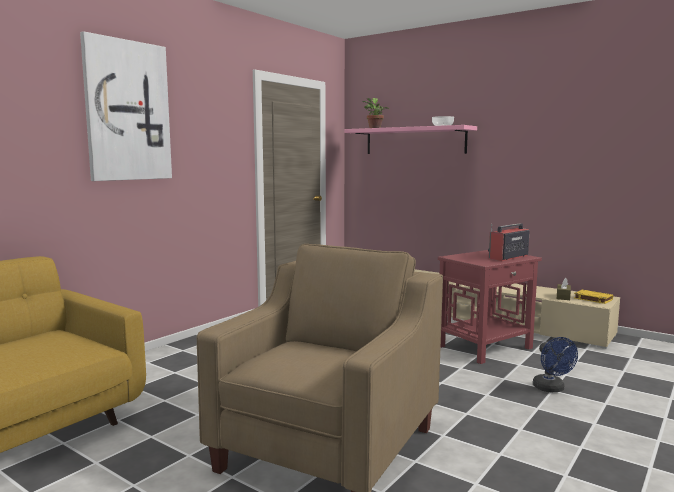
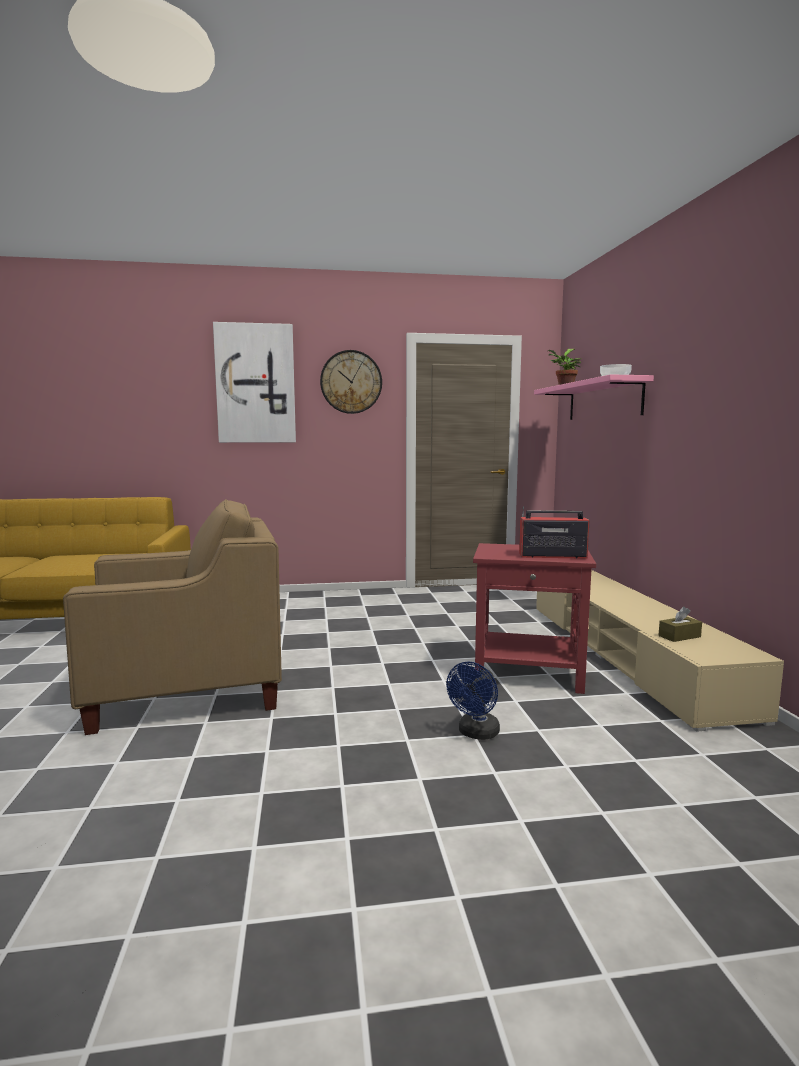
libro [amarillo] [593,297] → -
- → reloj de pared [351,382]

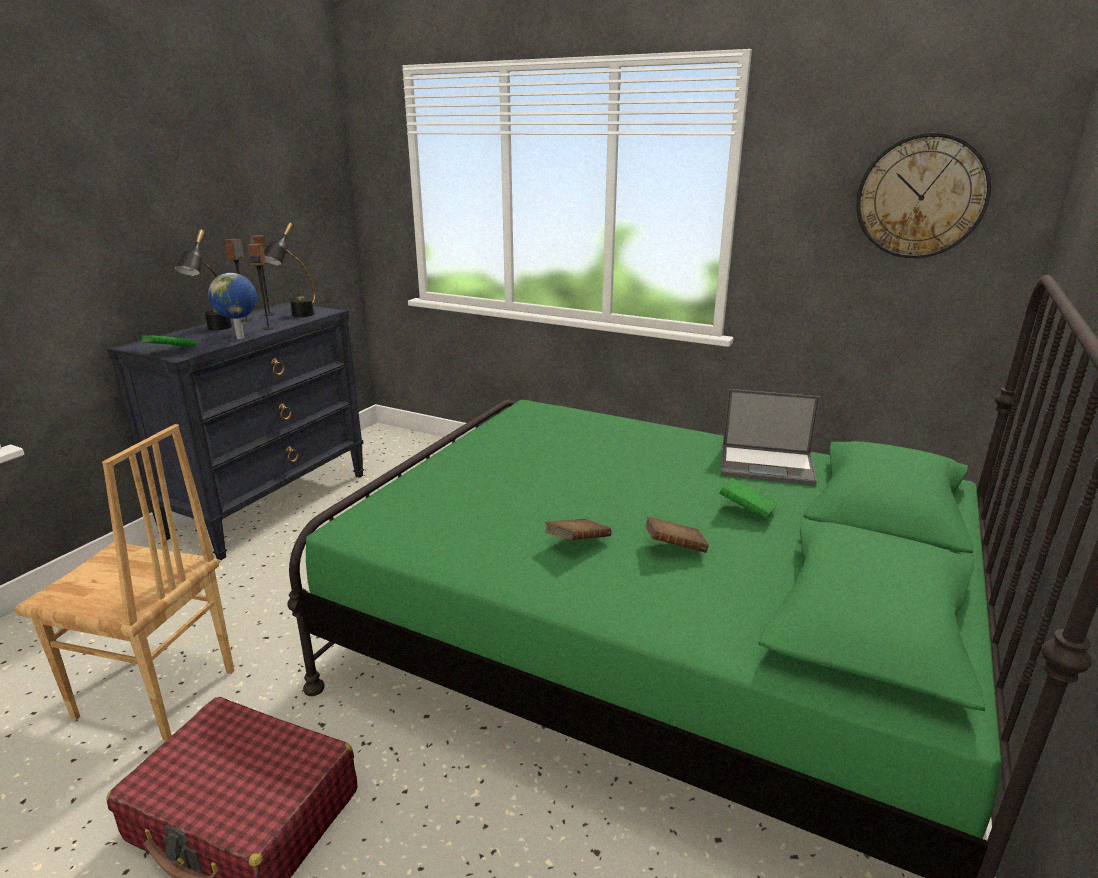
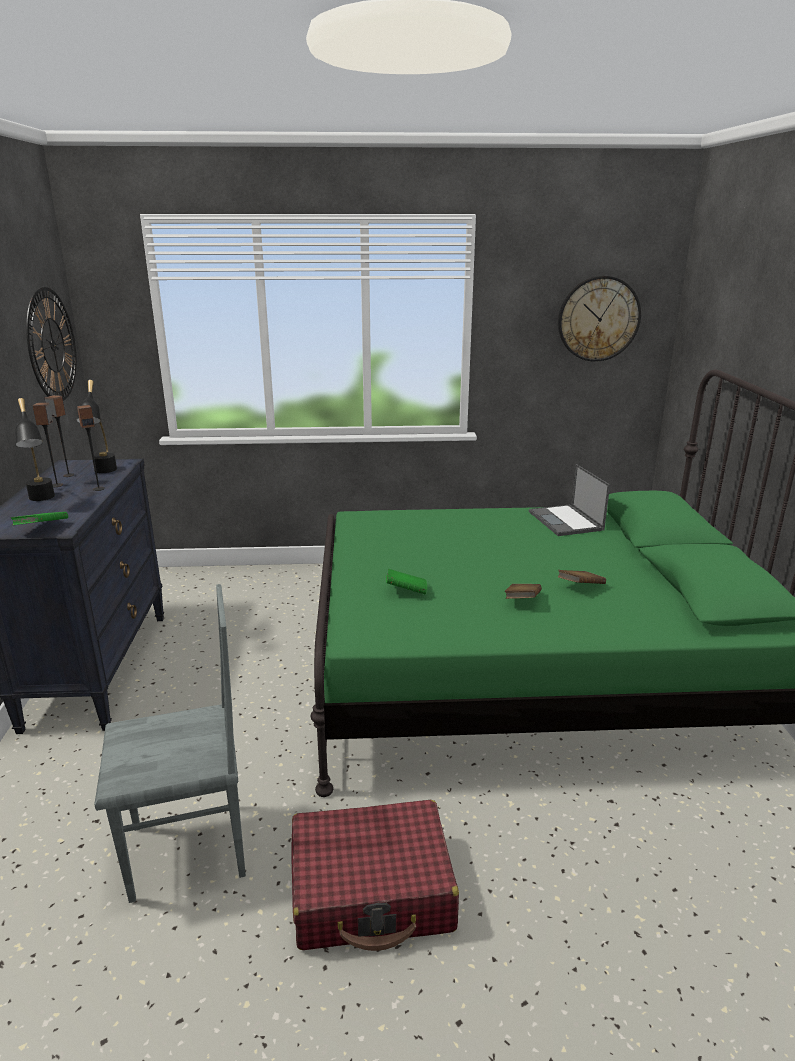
silla [marrón] [124,582] → silla [gris] [170,743]
globo terráqueo [232,306] → -
libro [verde] [748,499] → libro [verde] [406,582], relocated
portátil [770,437] → portátil [569,500], 90 degrees clockwise
- → reloj de pared [51,344]

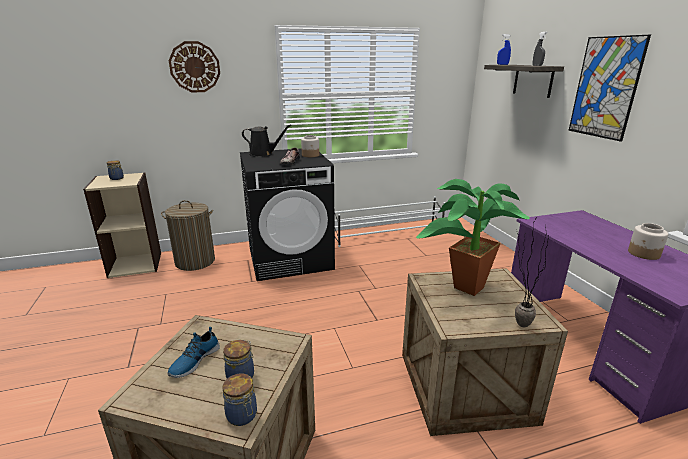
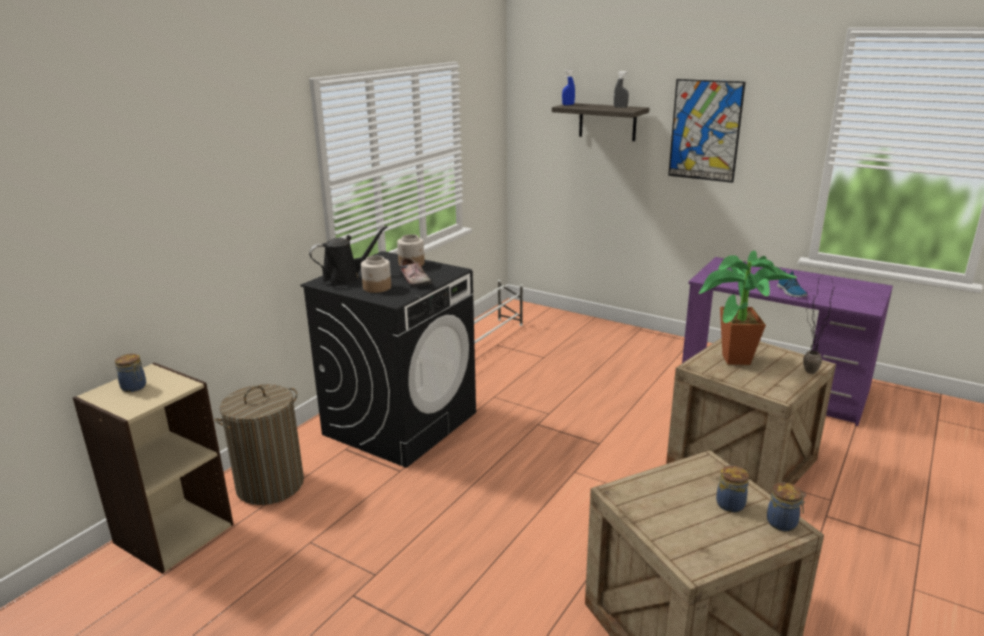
zapato [193,352] → zapato [792,283], relocated
reloj de pared [194,66] → -
tarro [648,241] → tarro [376,274], relocated

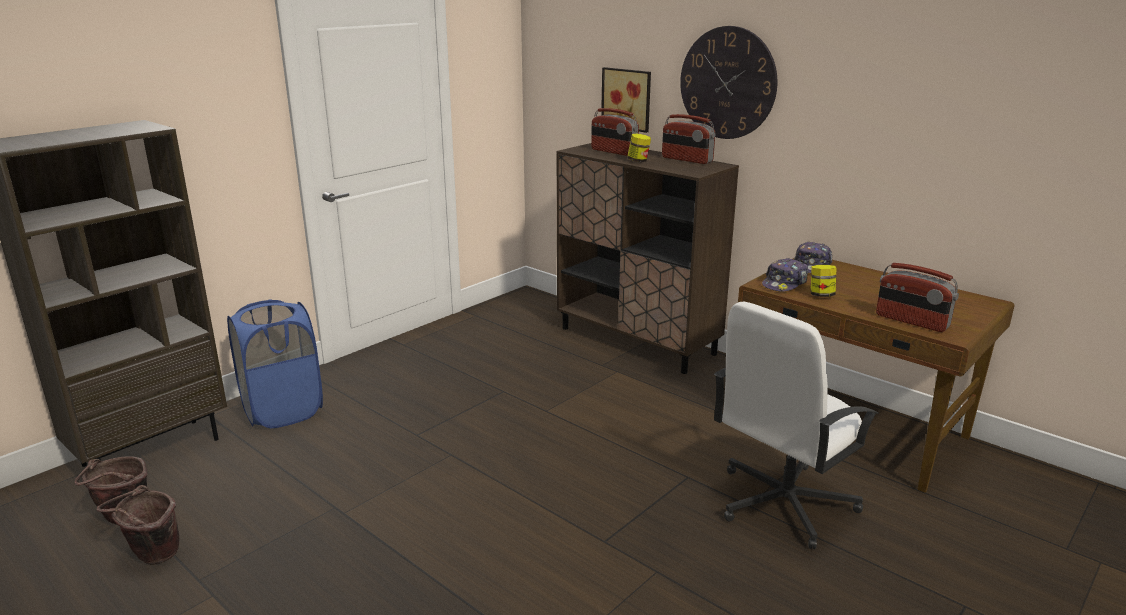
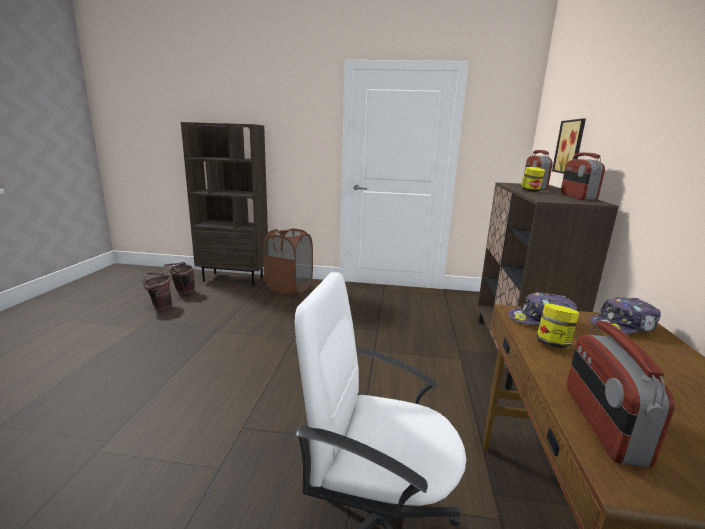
cesto de la ropa [azul] [275,363] → cesto de la ropa [marrón] [288,262]
reloj de pared [728,82] → -

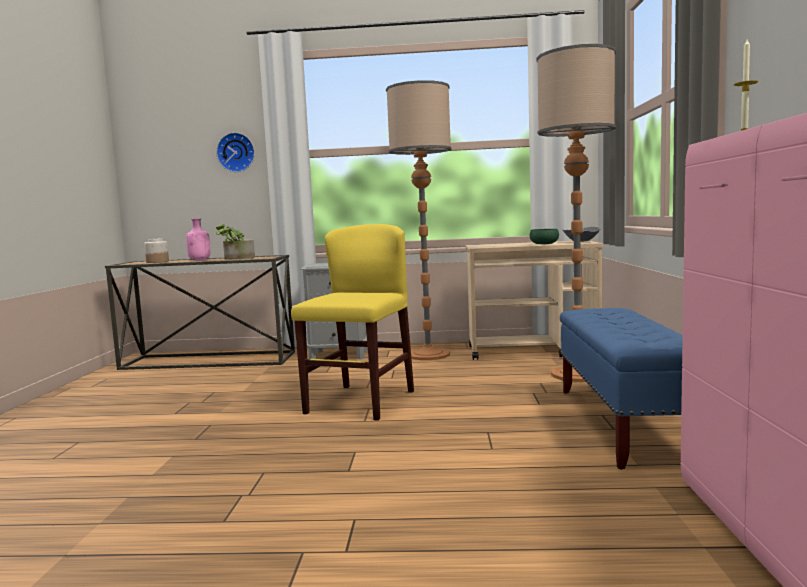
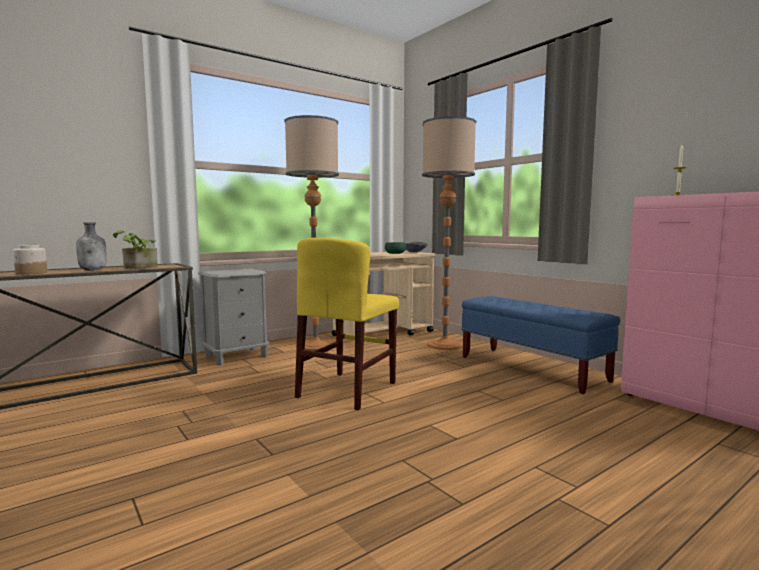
botella [rosa] [198,239] → botella [gris] [91,246]
reloj de pared [235,152] → -
silla [amarillo] [352,322] → silla [amarillo] [347,324], 135 degrees counterclockwise

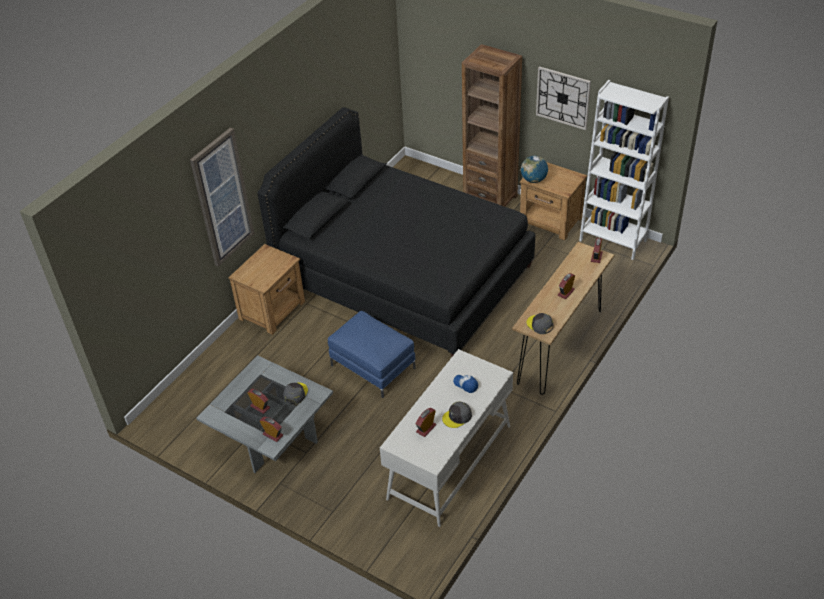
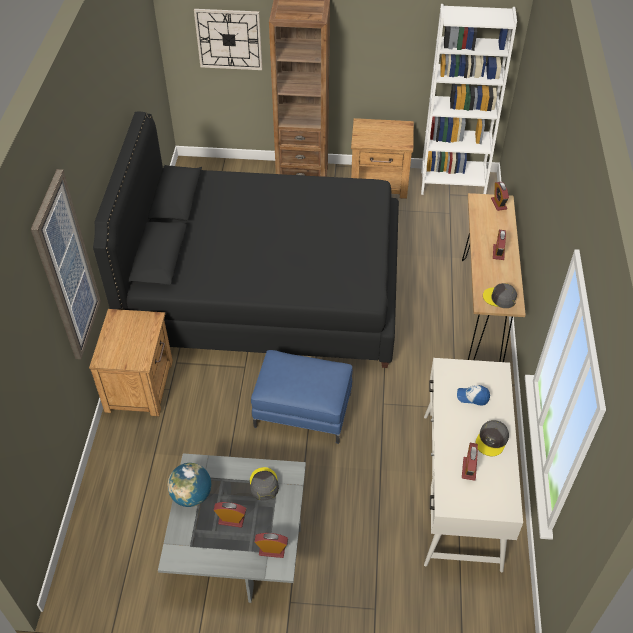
globo terráqueo [534,169] → globo terráqueo [189,485], relocated
reloj de pared [563,98] → reloj de pared [228,39], relocated

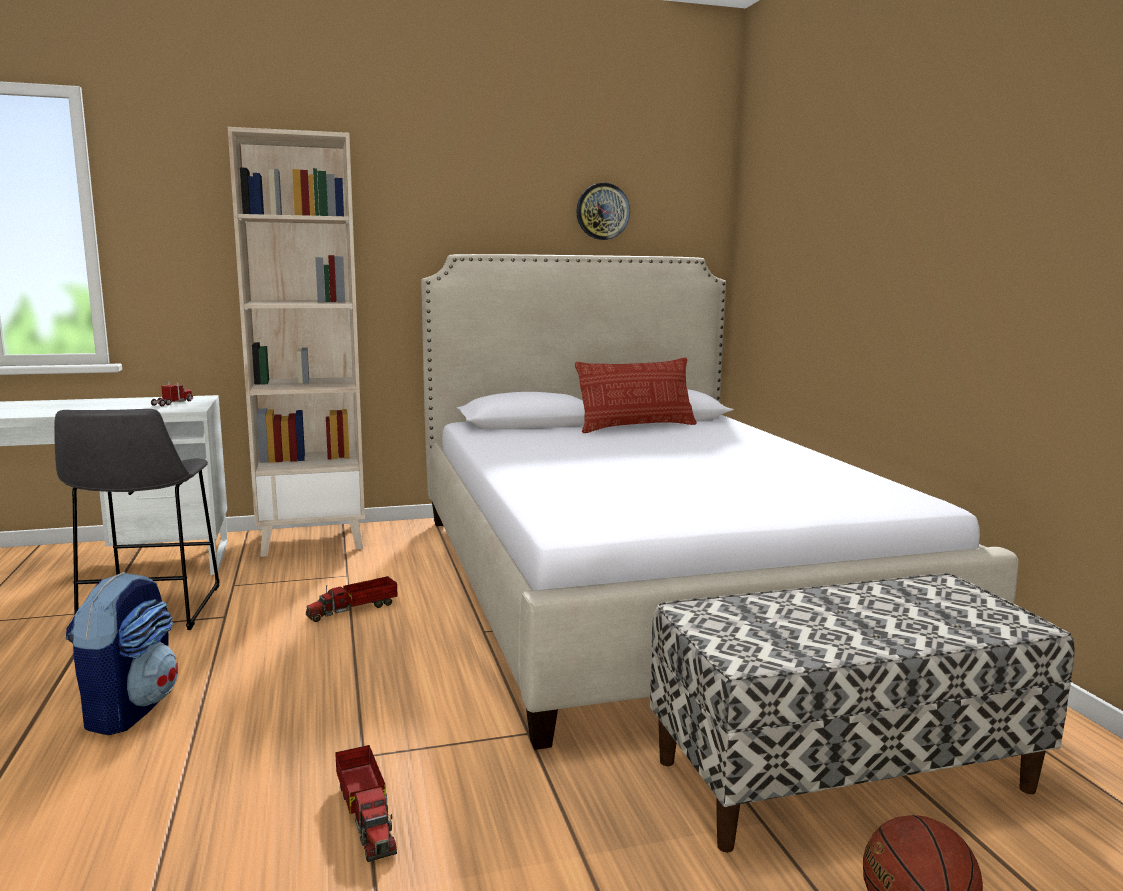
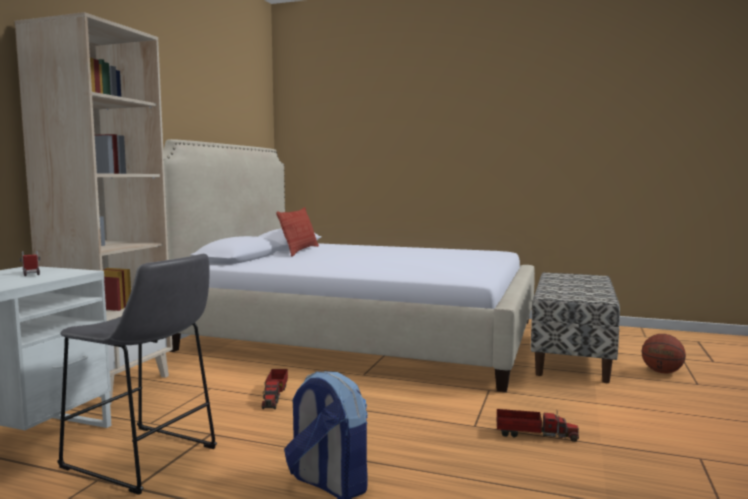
reloj de pared [603,211] → -

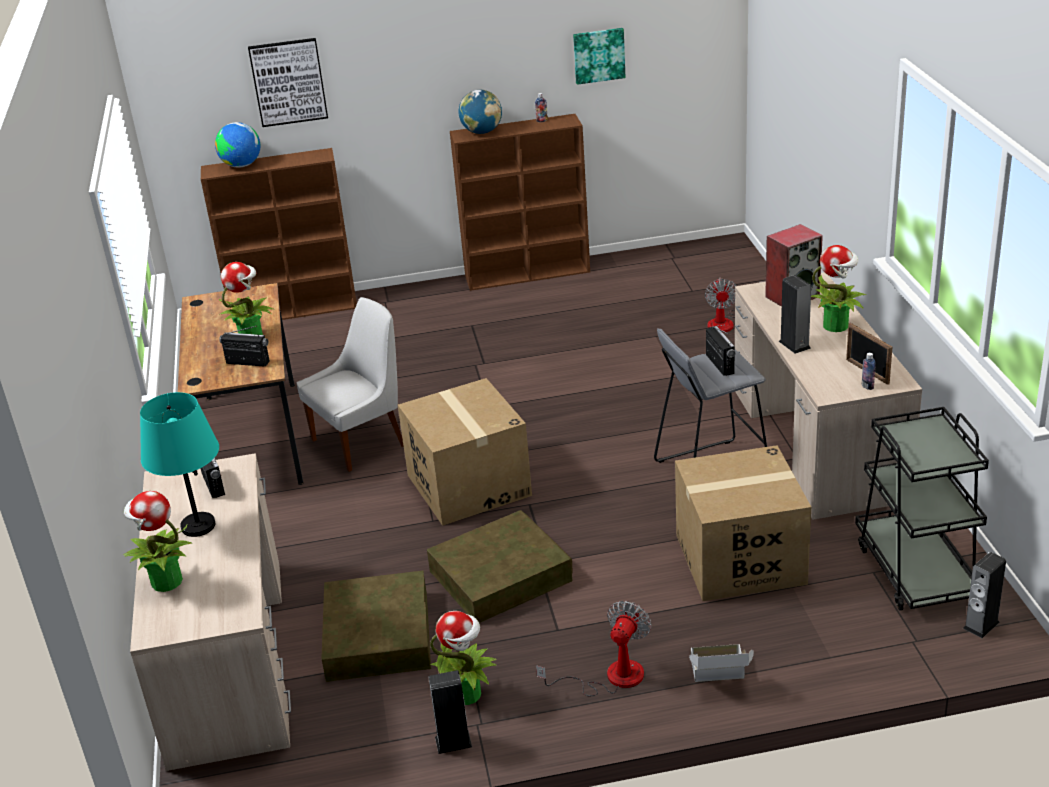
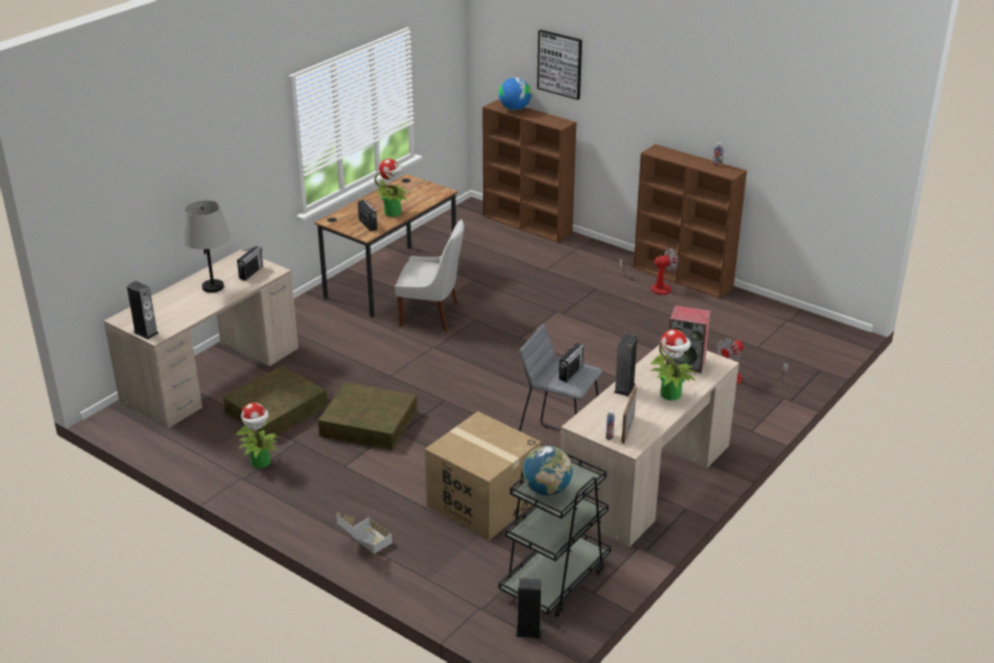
planta en maceta [158,541] → -
lámpara de mesa [turquesa] [179,464] → lámpara de mesa [gris] [206,246]
caja de cartón [465,452] → -
altavoz [450,712] → altavoz [143,310], relocated
globo terráqueo [480,112] → globo terráqueo [548,470], relocated
ventilador [594,648] → ventilador [649,271], relocated
cuadro [599,56] → -

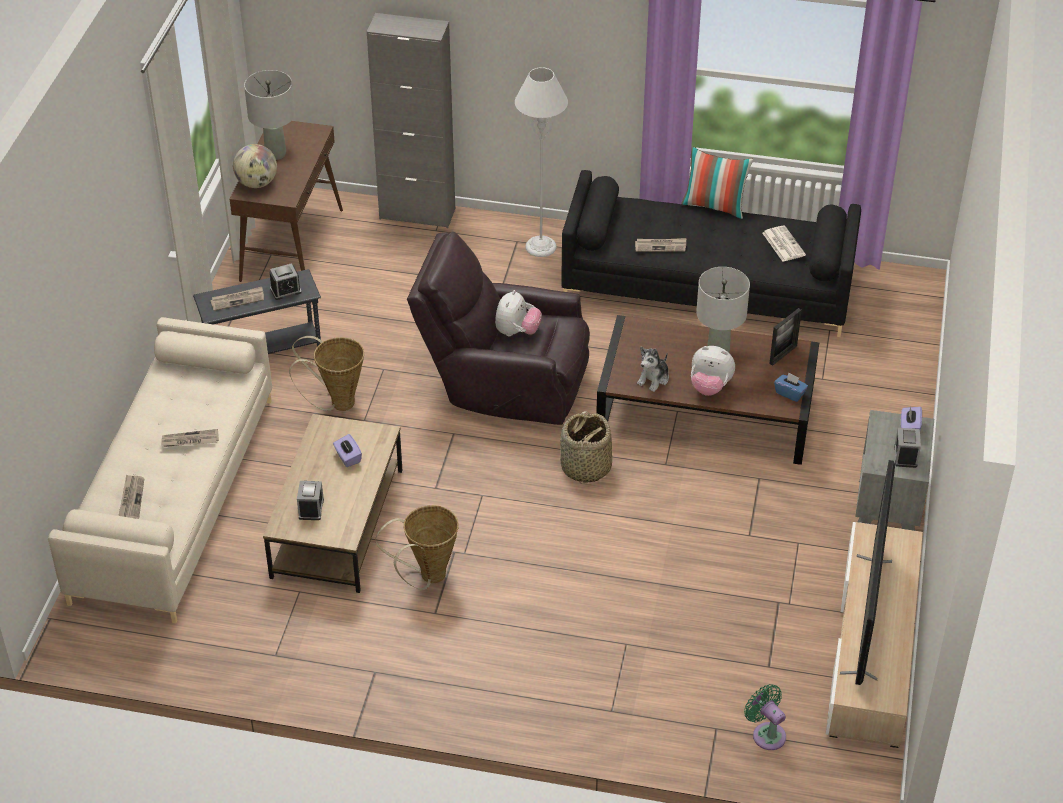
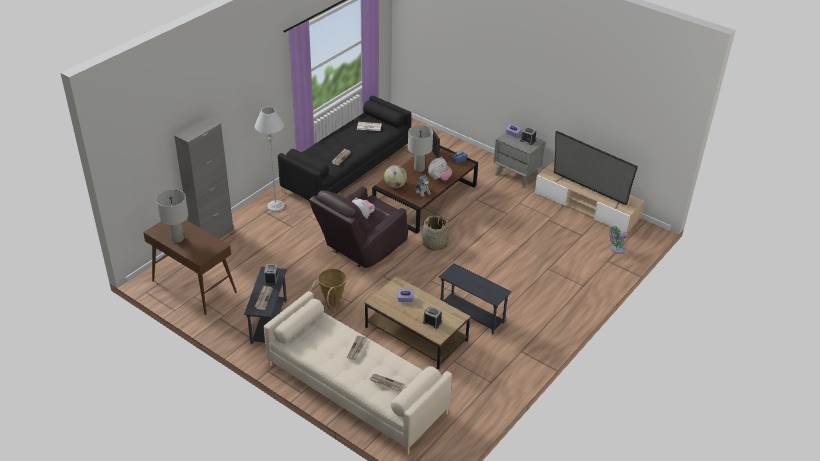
globo terráqueo [255,166] → globo terráqueo [395,176], relocated
cesta [417,547] → mesa auxiliar [gris] [475,298]
cojín [717,182] → -

